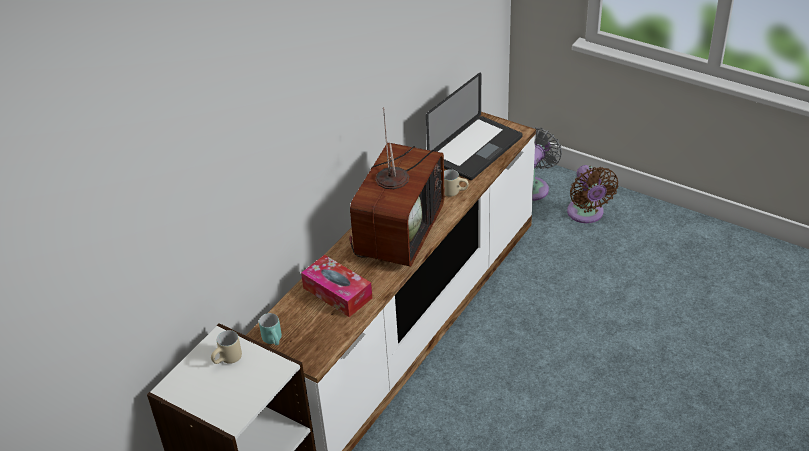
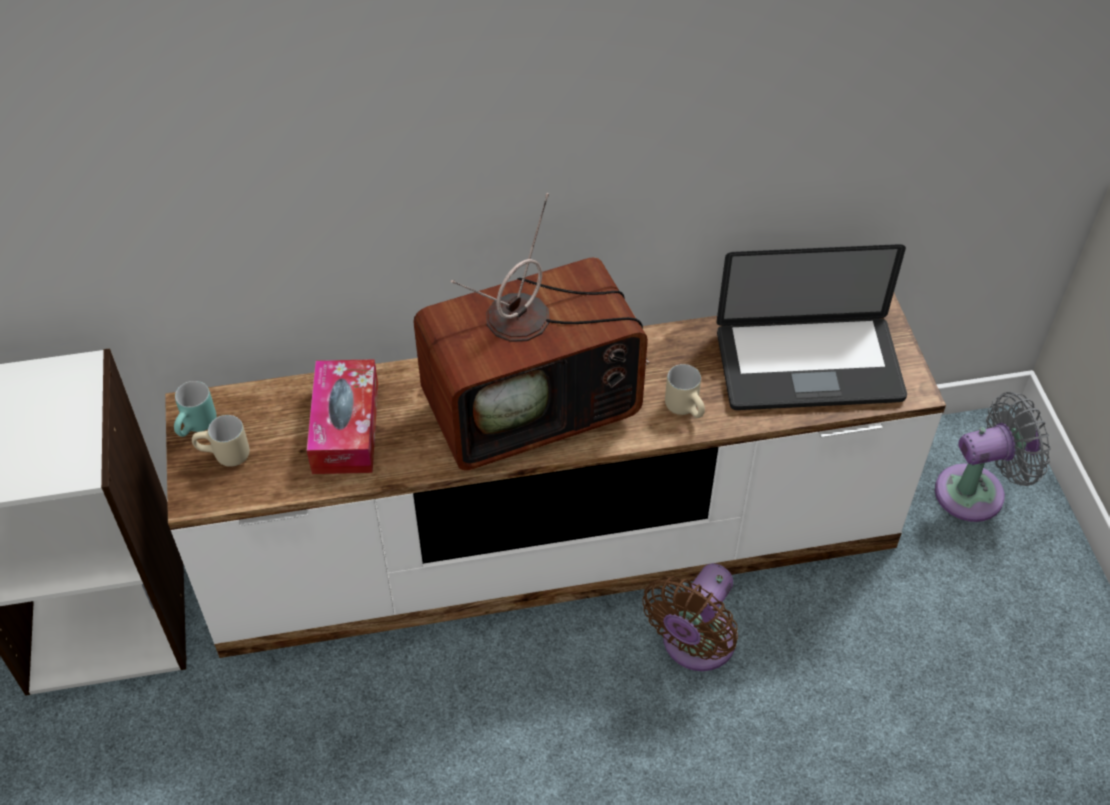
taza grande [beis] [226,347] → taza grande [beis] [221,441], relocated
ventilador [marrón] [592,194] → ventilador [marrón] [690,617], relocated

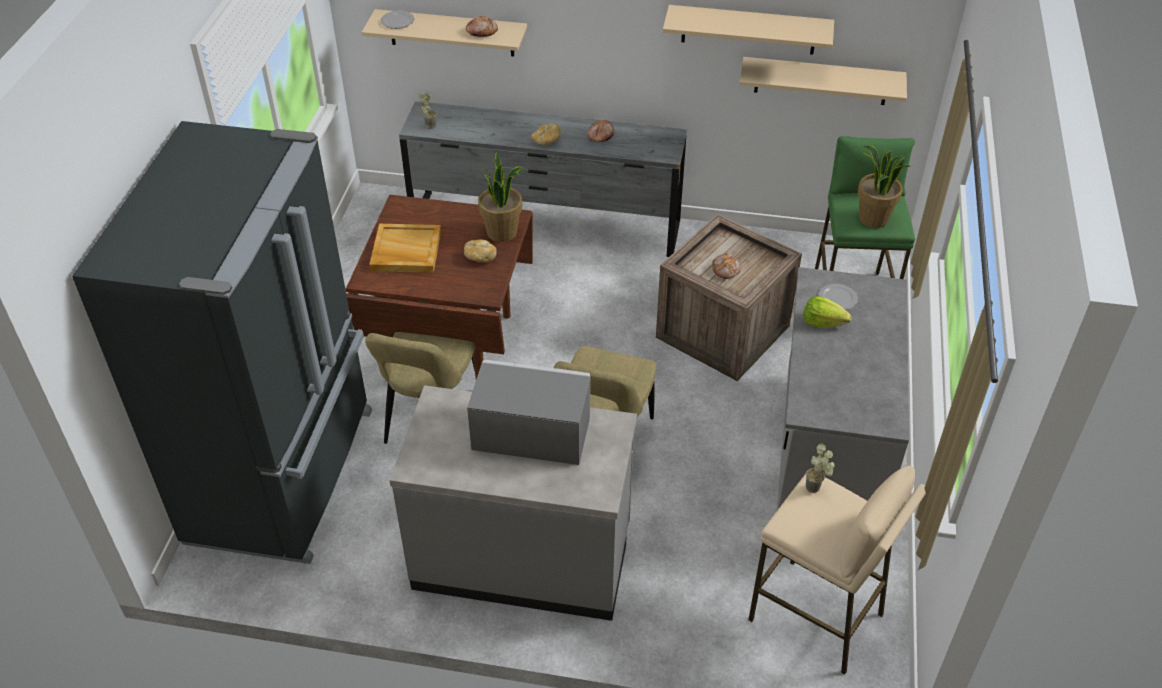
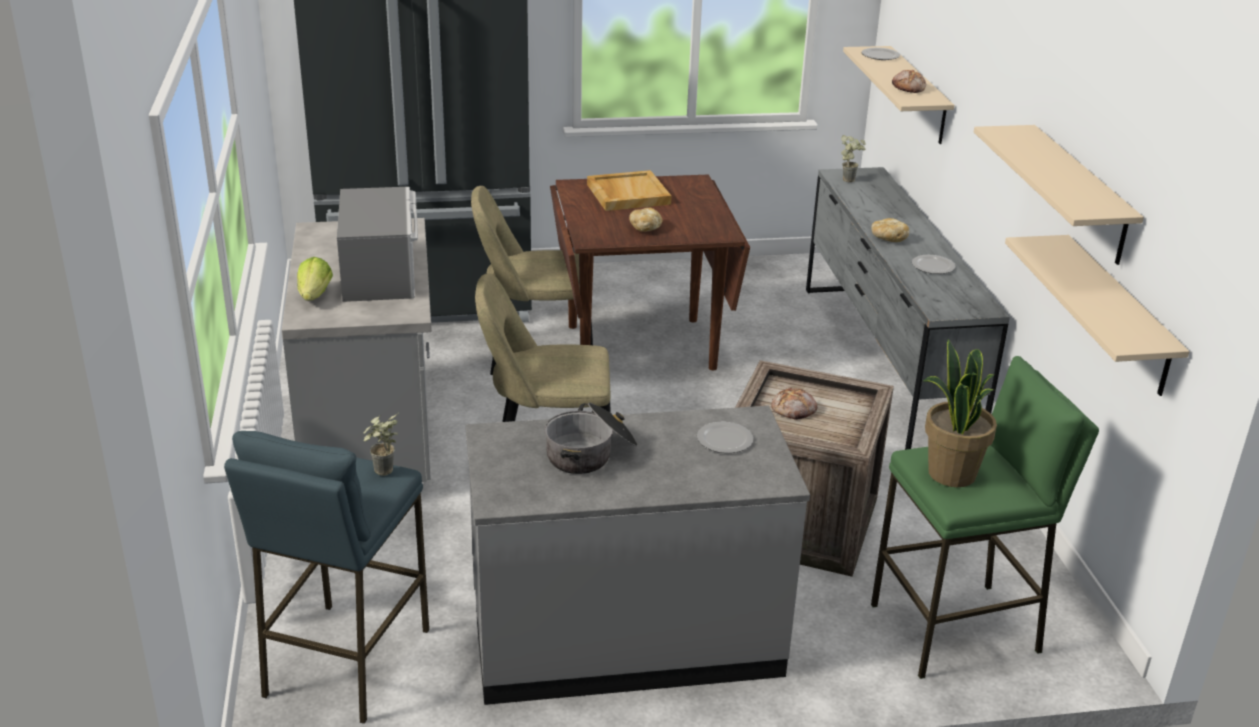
planta en maceta [501,197] → -
pan [601,131] → plato [933,264]
taburete [beis] [837,570] → taburete [azul] [326,577]
lechuga [827,312] → lechuga [315,279], relocated
- → olla [591,438]

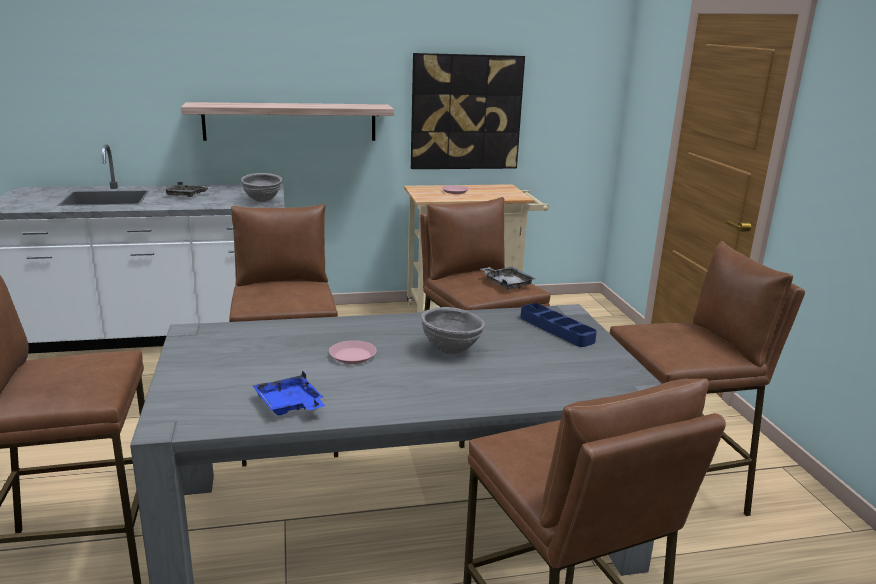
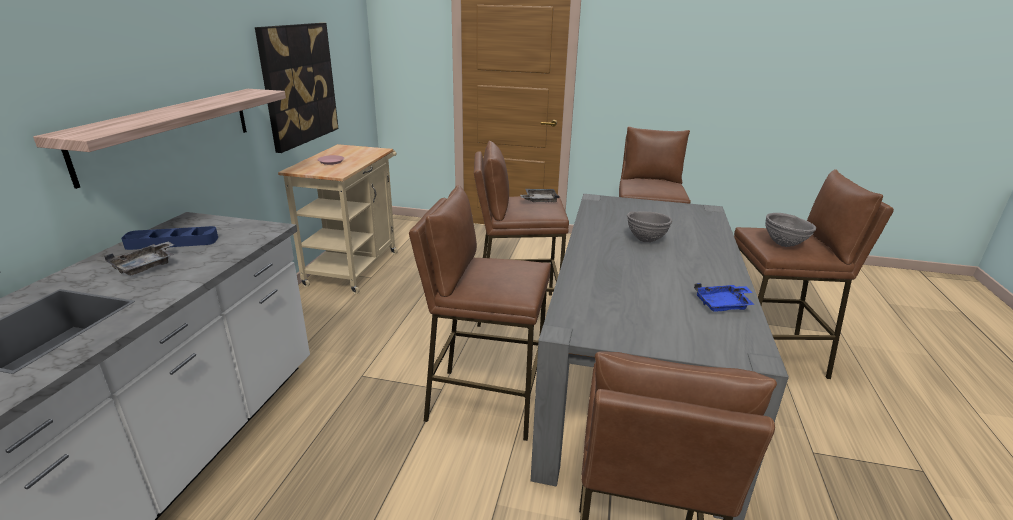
cuenco [gris] [261,187] → cuenco [gris] [790,230], relocated
plato [rosa] [353,352] → -
bandeja [azul] [558,325] → bandeja [azul] [169,238], relocated

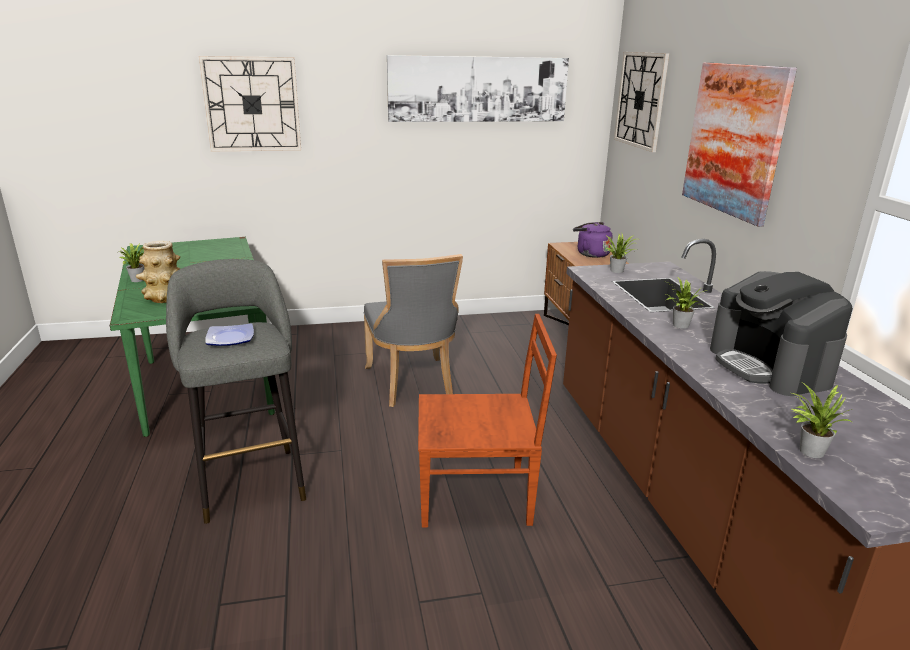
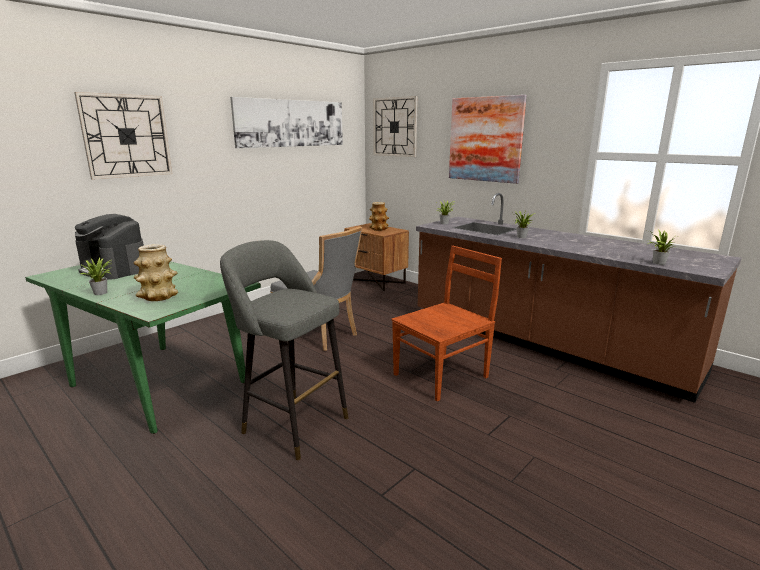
plato [229,334] → -
hervidor [morado] [593,240] → florero [379,216]
cafetera [781,333] → cafetera [109,246], relocated

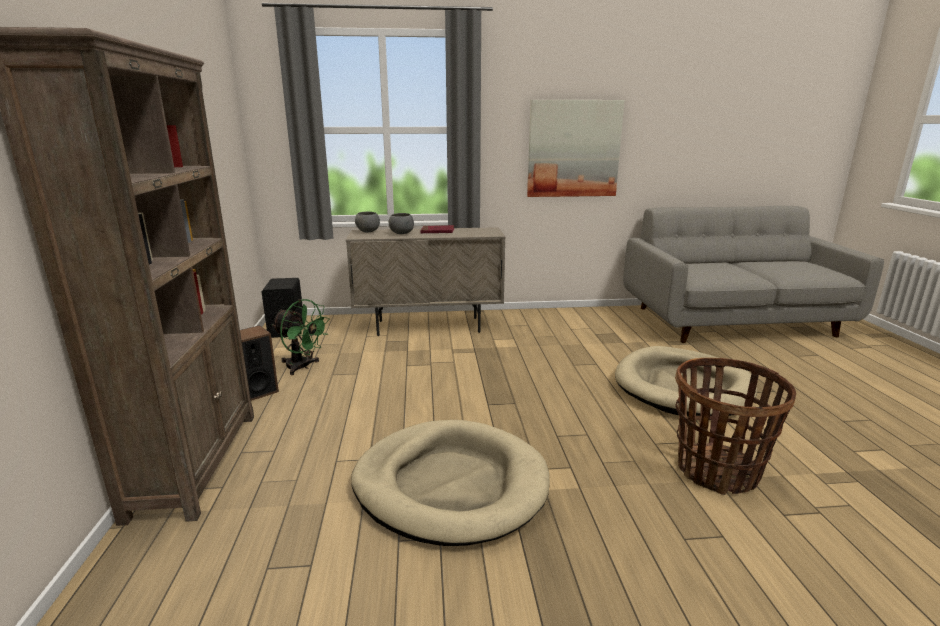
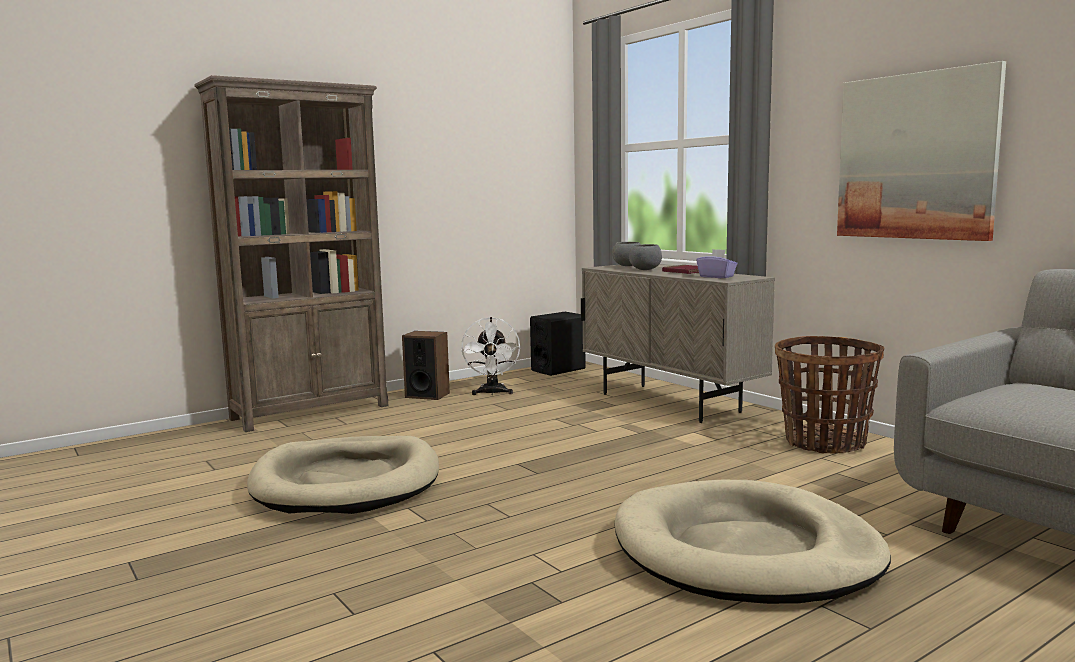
ventilador [verde] [301,337] → ventilador [blanco] [490,356]
cesta [735,426] → cesta [829,394], relocated
- → caja de pañuelos [morado] [716,263]

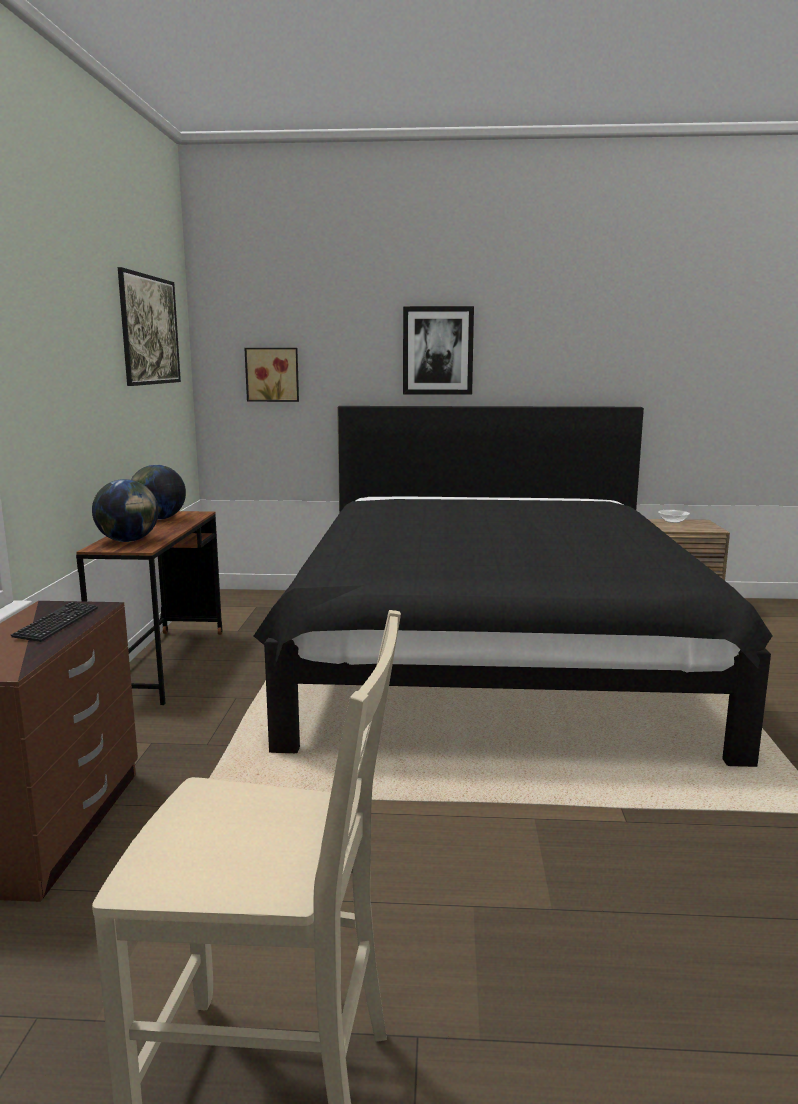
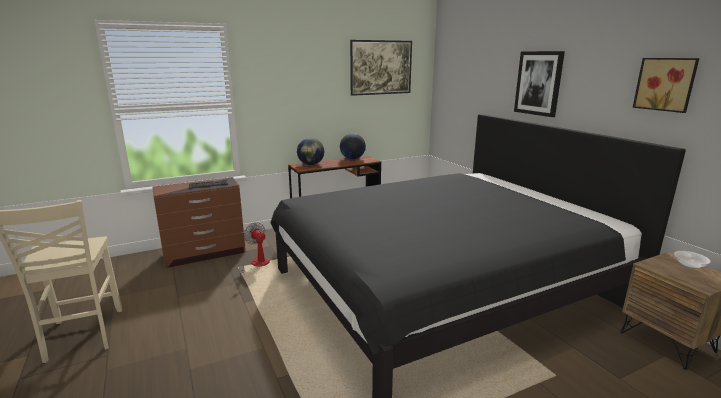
cuadro [272,375] → cuadro [666,85], relocated
- → ventilador [254,251]

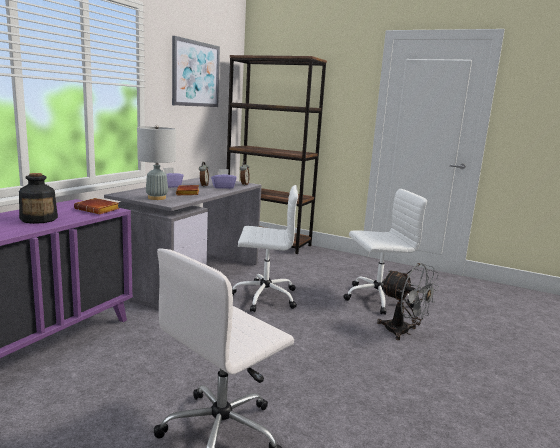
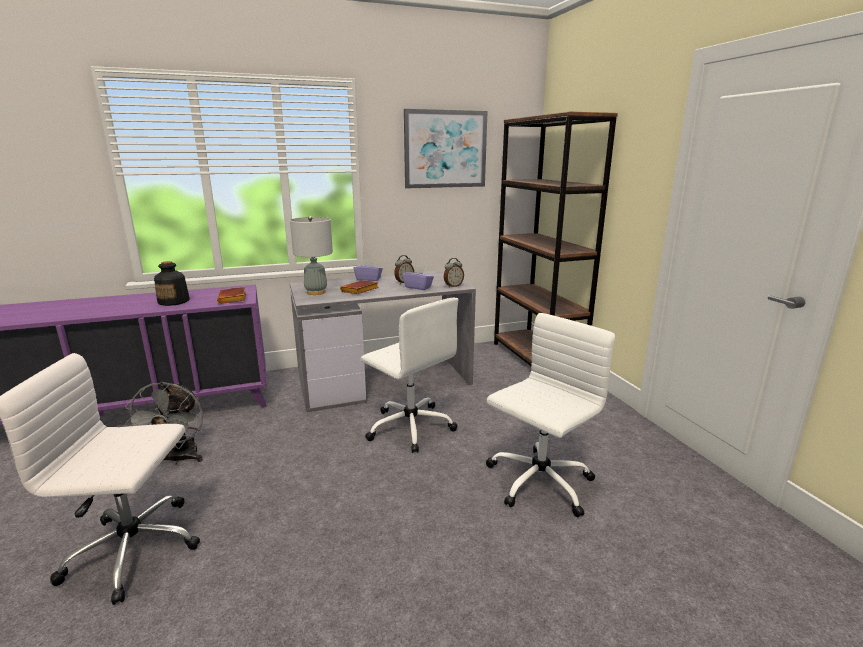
silla de oficina [blanco] [385,252] → silla de oficina [blanco] [550,415], 75 degrees counterclockwise
ventilador [gris] [408,301] → ventilador [gris] [163,423], relocated

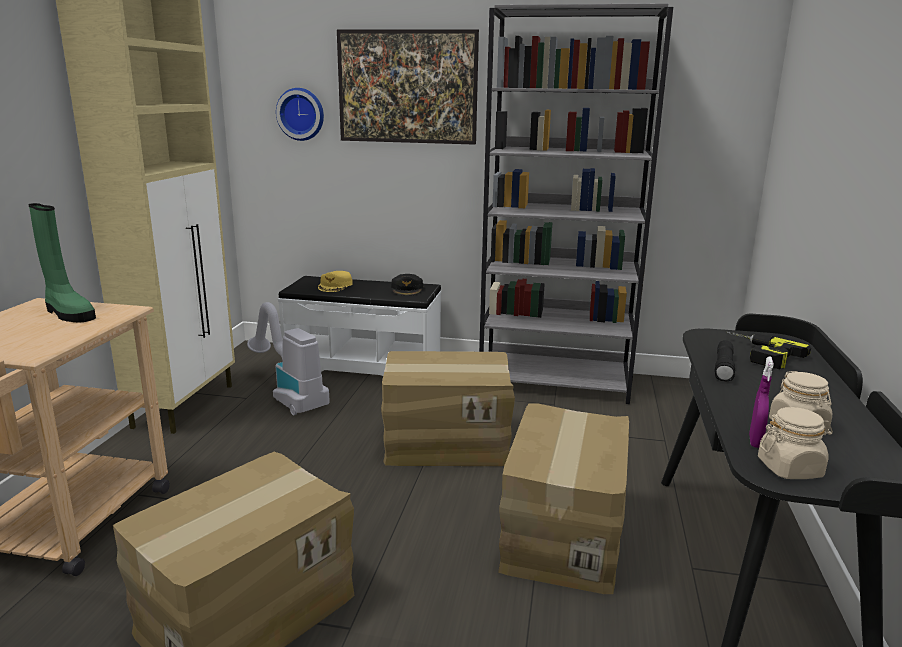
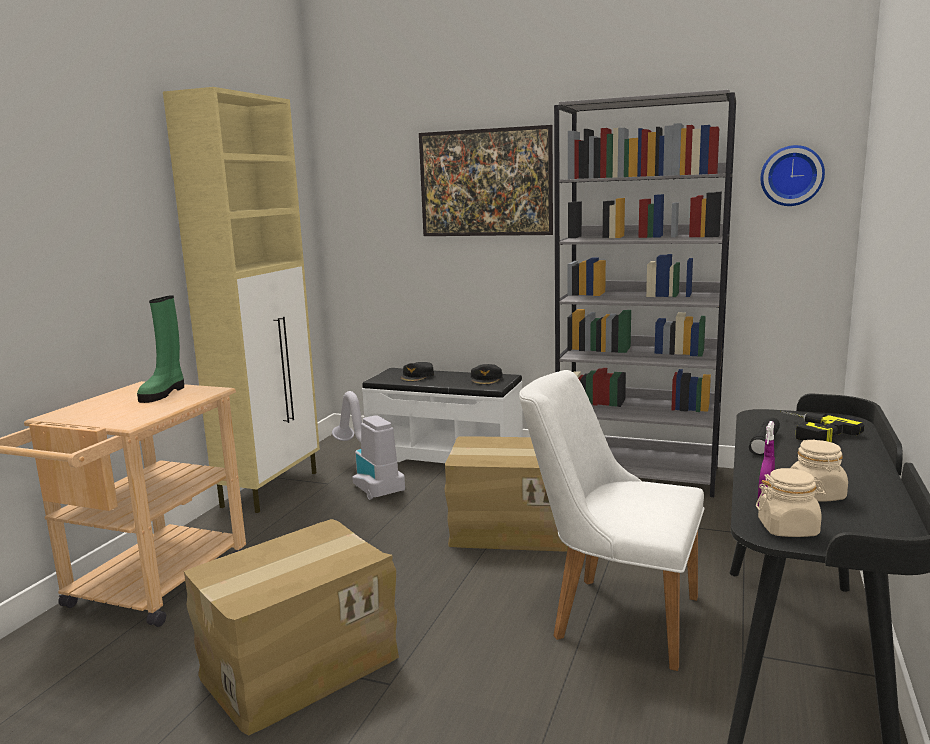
bota [verde] [62,262] → bota [verde] [160,349], 60 degrees clockwise
reloj de pared [300,114] → reloj de pared [792,175], relocated
gorra [amarillo] [335,281] → gorra [negro] [417,372]
caja de cartón [563,498] → silla [blanco] [612,520]

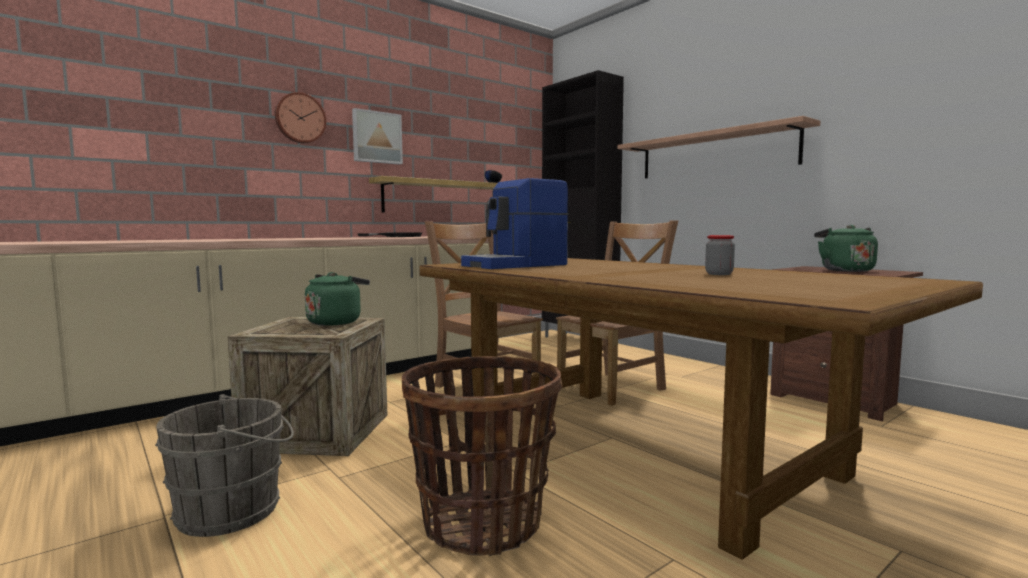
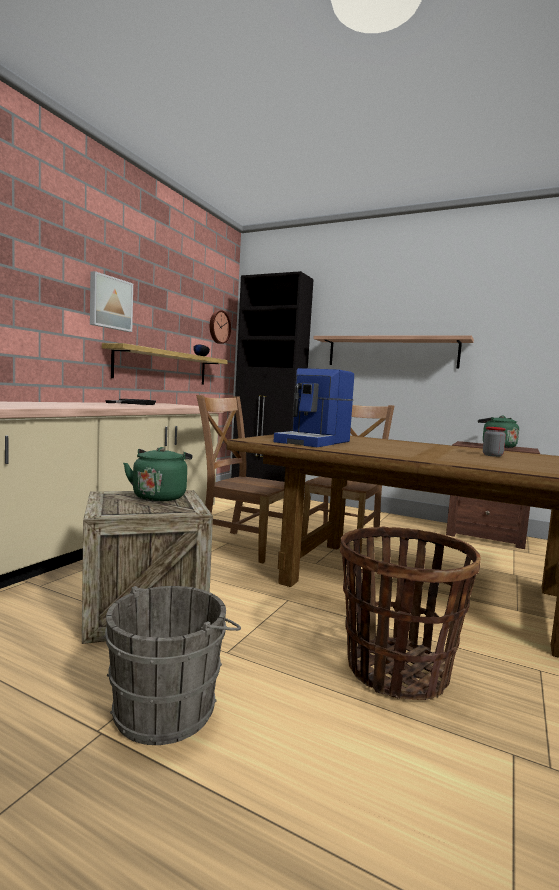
reloj de pared [300,117] → reloj de pared [220,327], relocated

